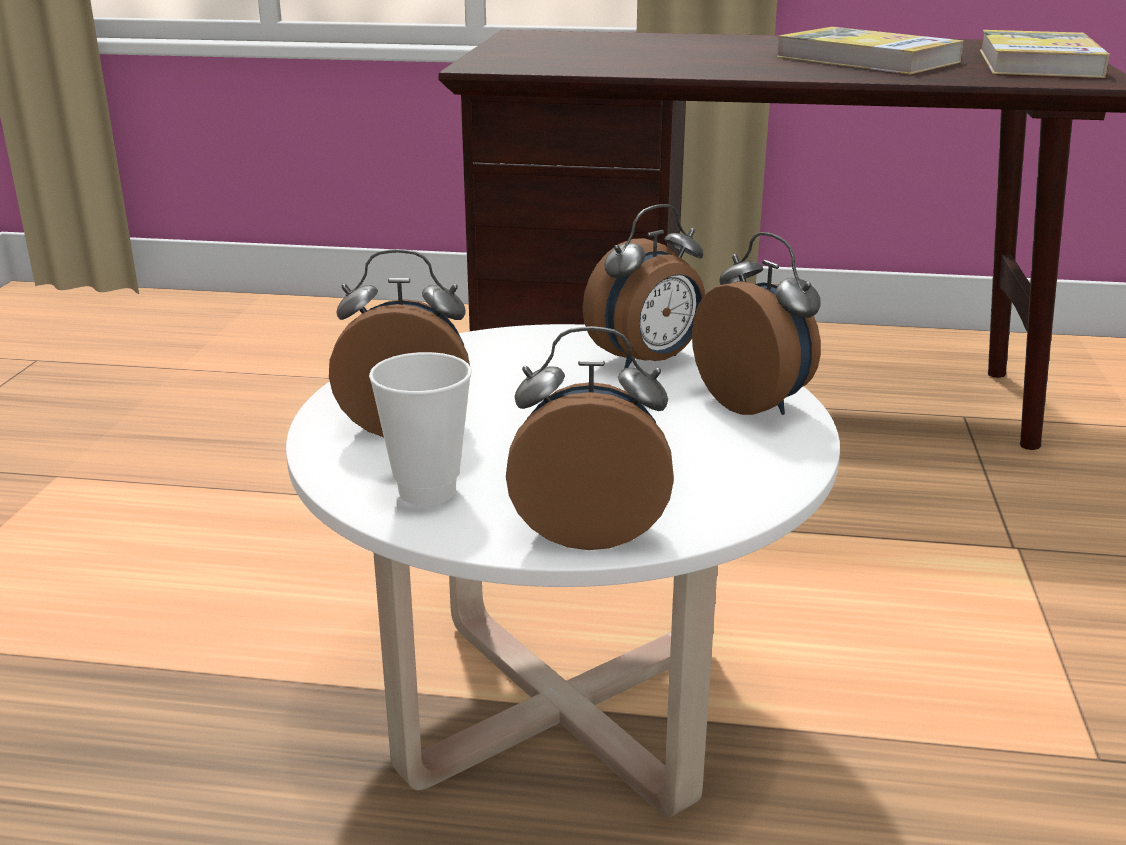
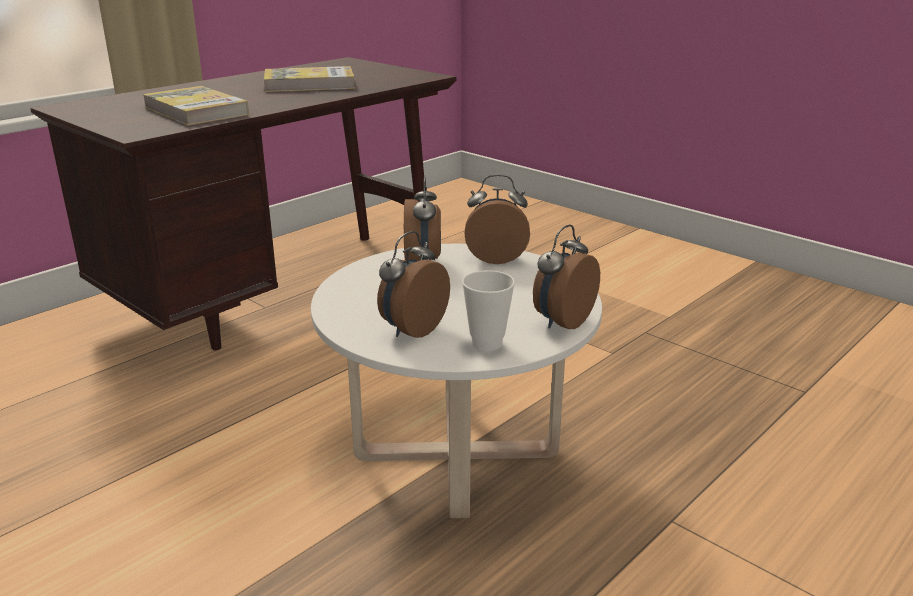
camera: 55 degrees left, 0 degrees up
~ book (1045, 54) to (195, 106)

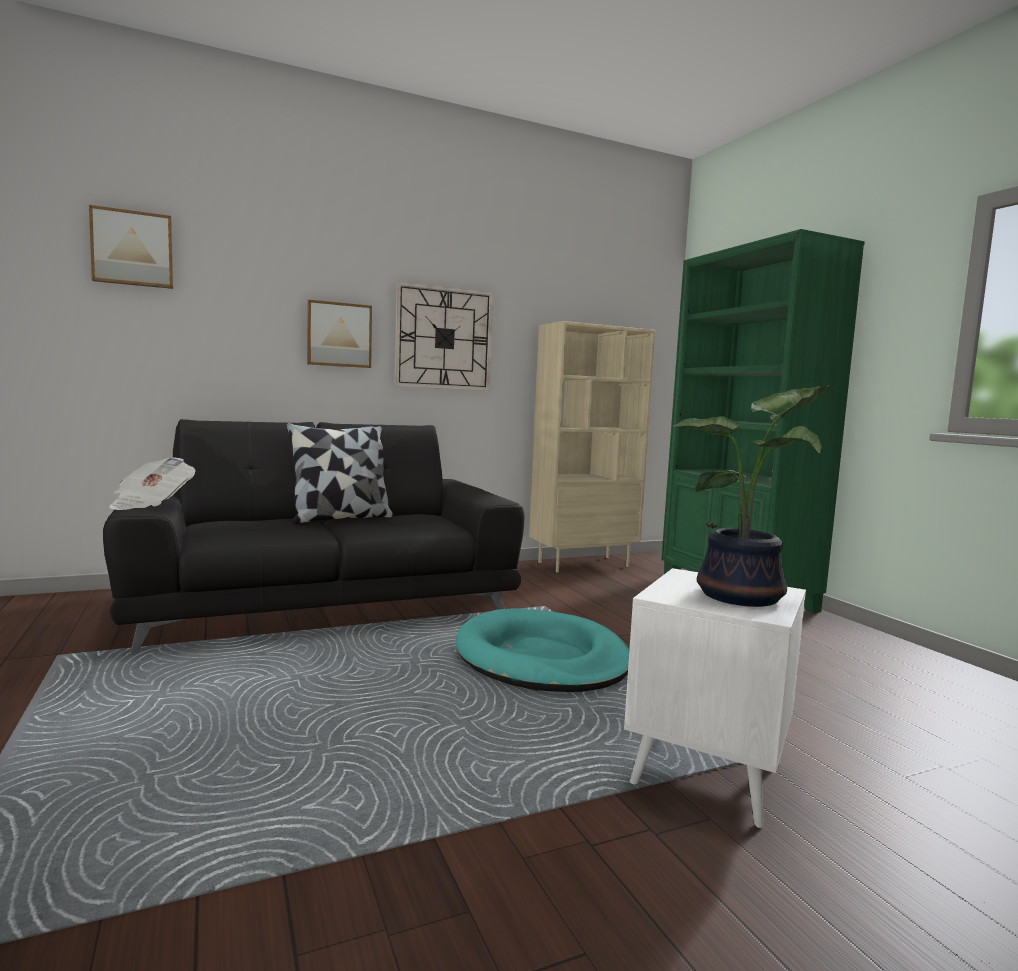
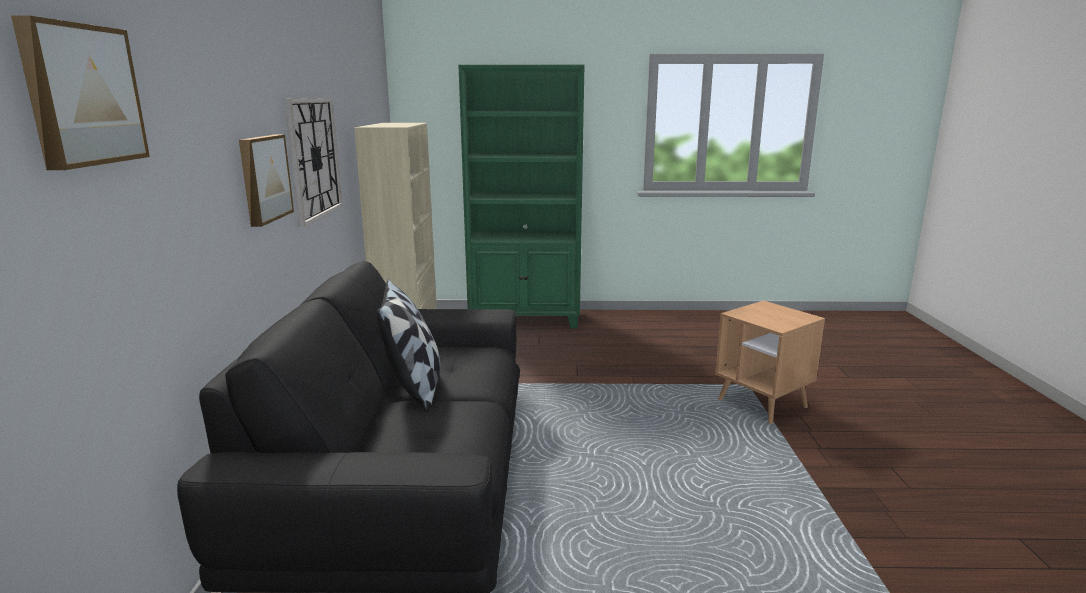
camera: 65 degrees left, 10 degrees up
- newspaper (152, 483)
- turquoise dog bed (542, 650)
- potted plant (753, 496)
~ white side table (715, 698) to brown side table (770, 362)

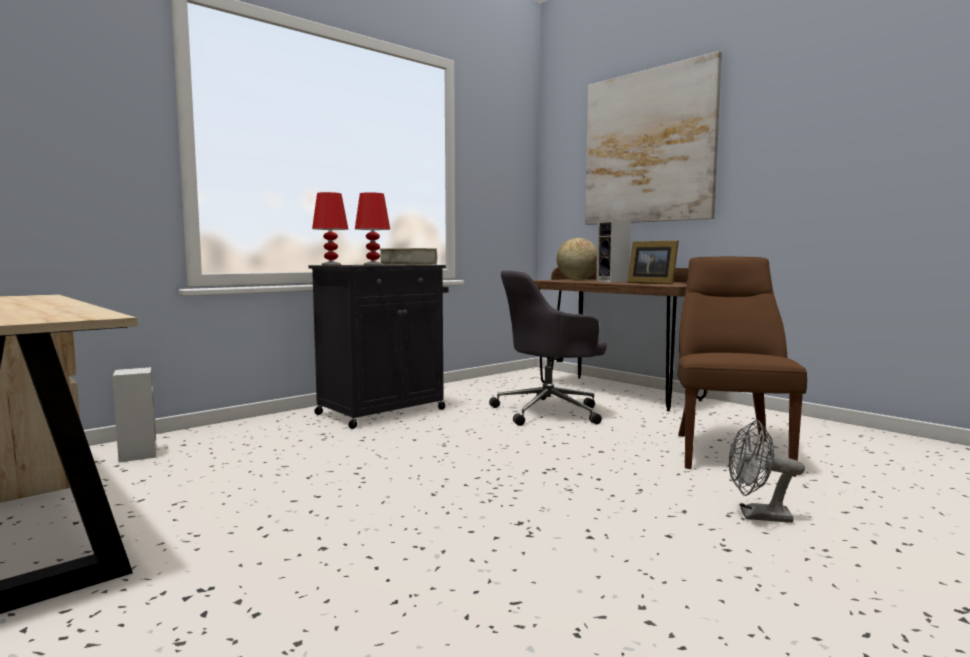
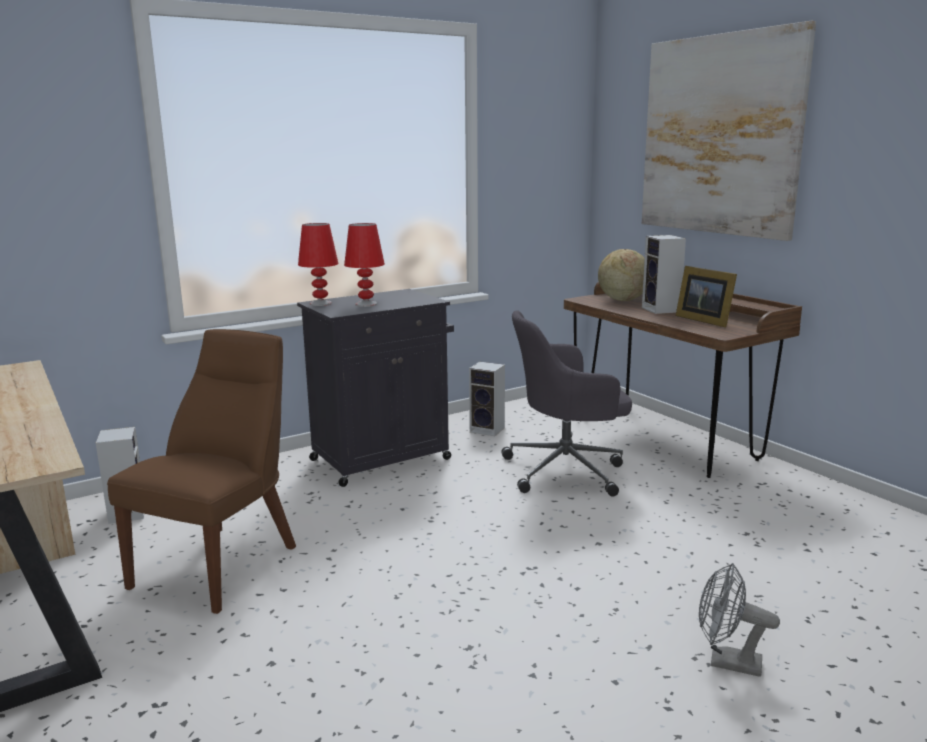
camera: 10 degrees right, 10 degrees up
- book (407, 256)
+ speaker (487, 399)
~ brown chair (742, 367) to (201, 471)

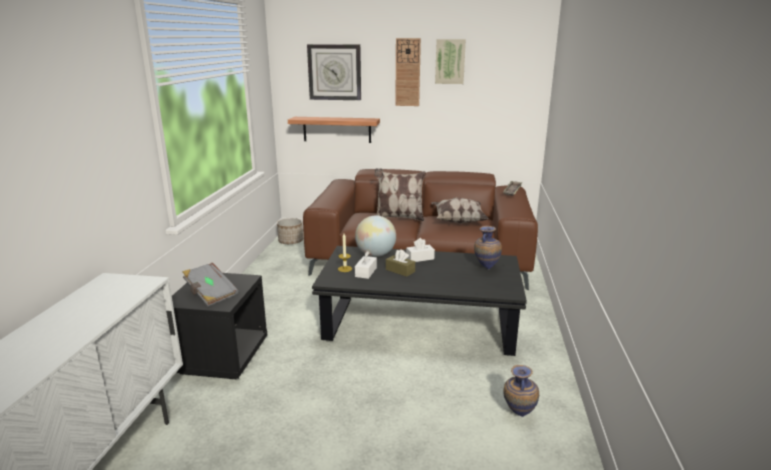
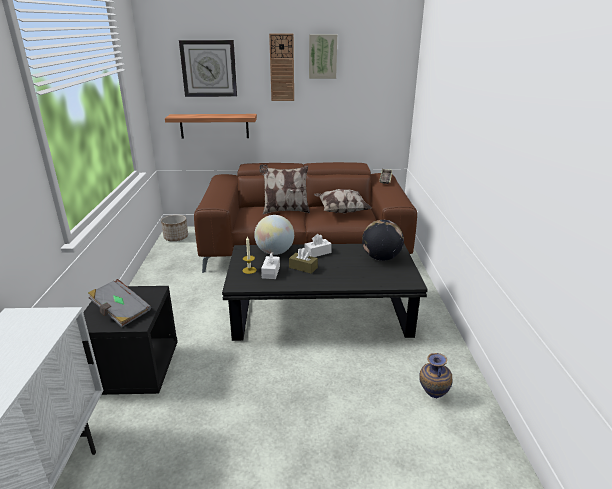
camera: 10 degrees left, 5 degrees up
~ vase (488, 248) to globe (383, 240)

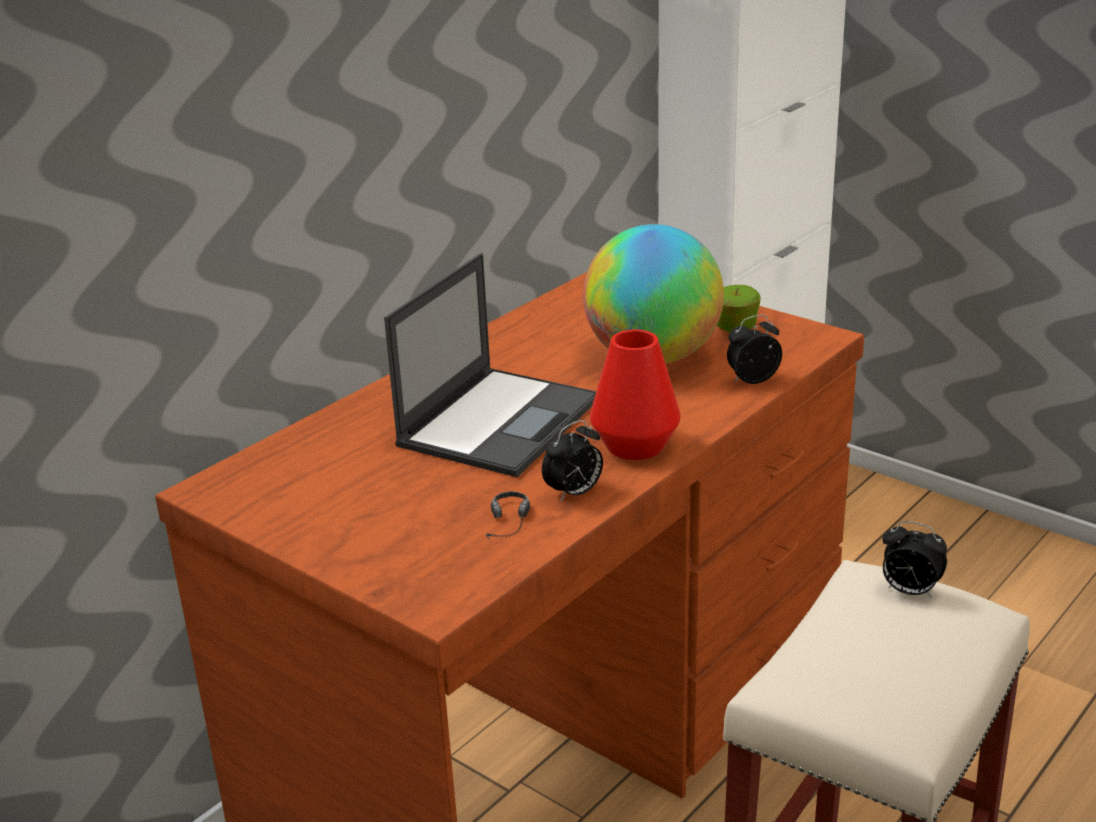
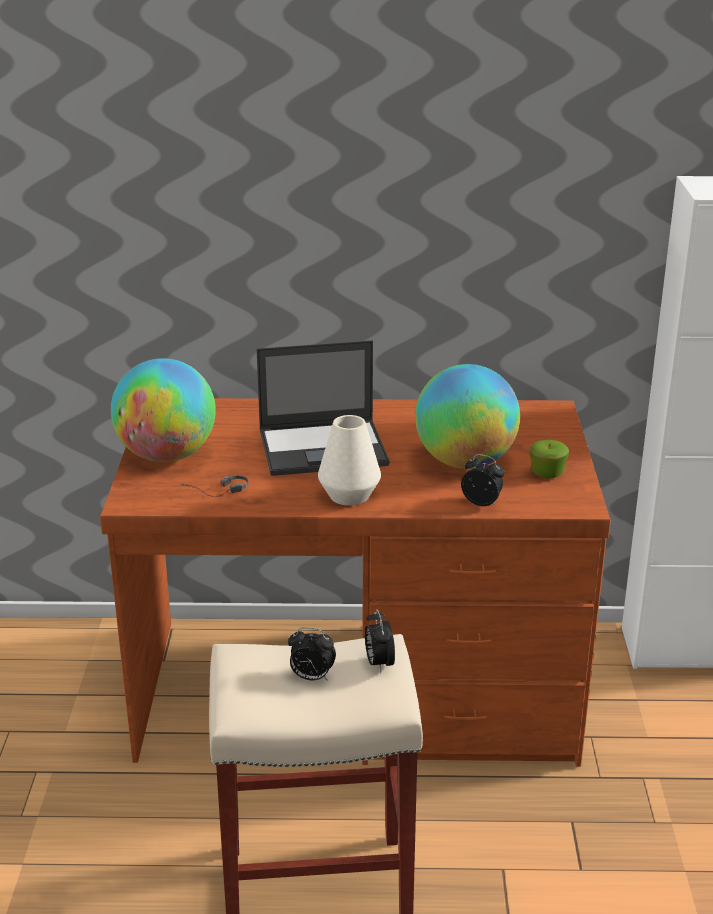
camera: 50 degrees right, 0 degrees up
+ globe (163, 410)
~ alarm clock (572, 461) to (312, 654)
~ red vase (635, 394) to white vase (349, 460)

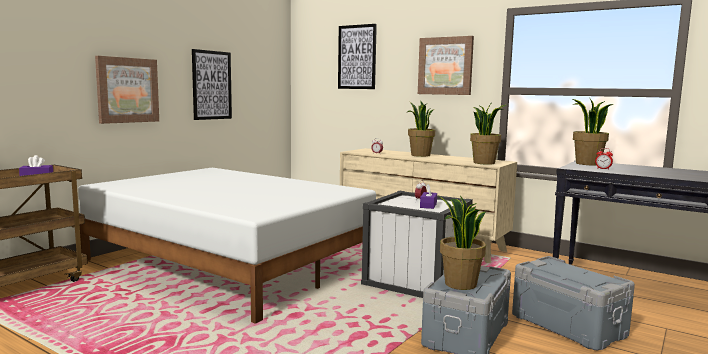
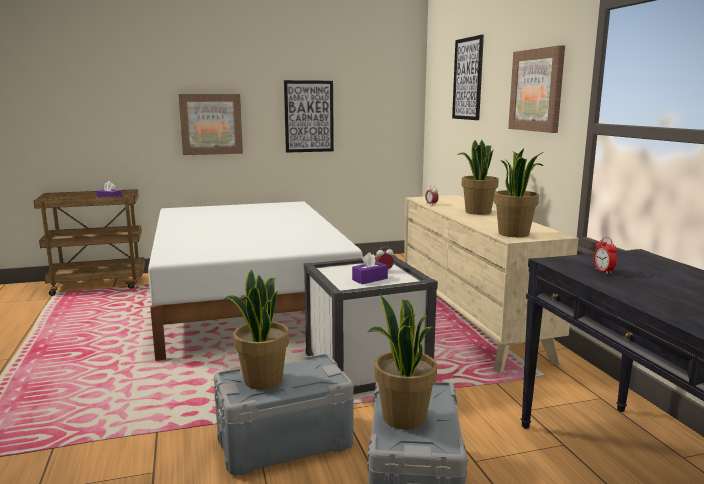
camera: 40 degrees right, 5 degrees up
~ potted plant (593, 132) to (402, 362)

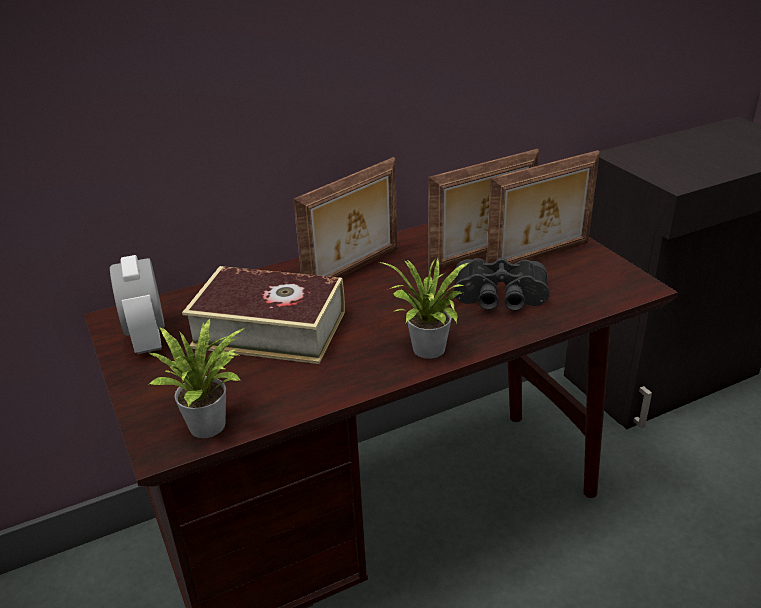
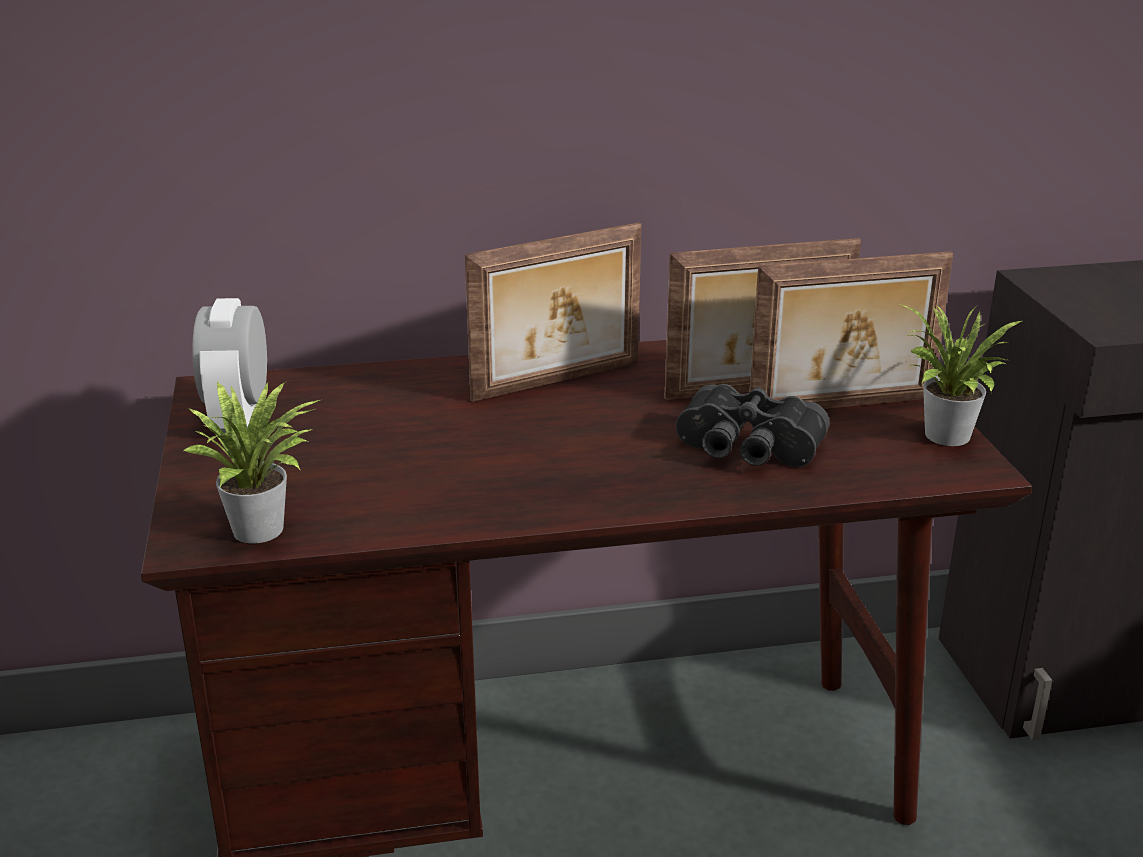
camera: 15 degrees right, 5 degrees down
- book (263, 315)
~ potted plant (423, 308) to (960, 375)

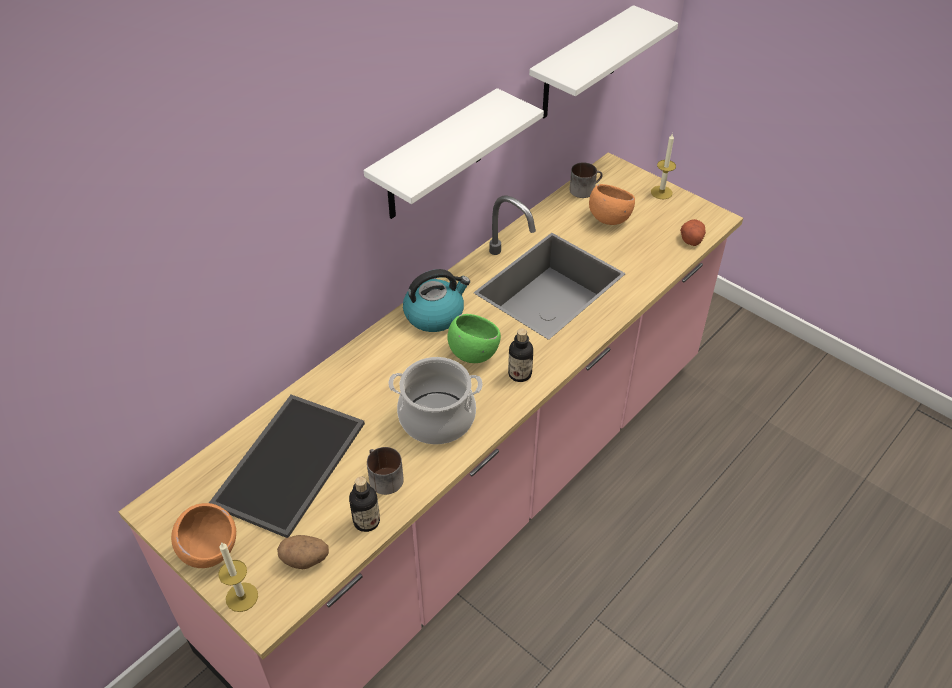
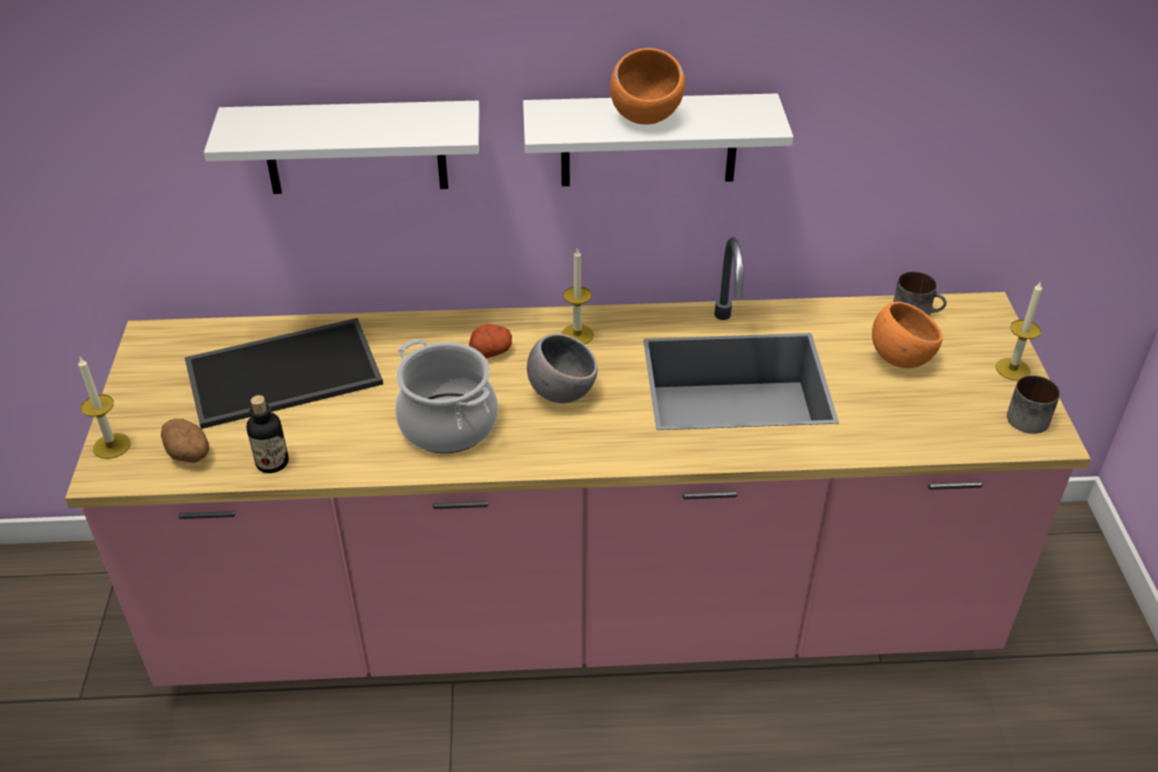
camera: 45 degrees right, 5 degrees down
- bottle (520, 355)
~ orange bowl (203, 535) to (647, 86)
~ mug (385, 471) to (1033, 404)
~ white shelf (603, 61) to (342, 147)
~ potato (693, 232) to (490, 341)
~ kettle (436, 300) to candle (577, 295)
~ green bowl (474, 338) to grey bowl (562, 368)

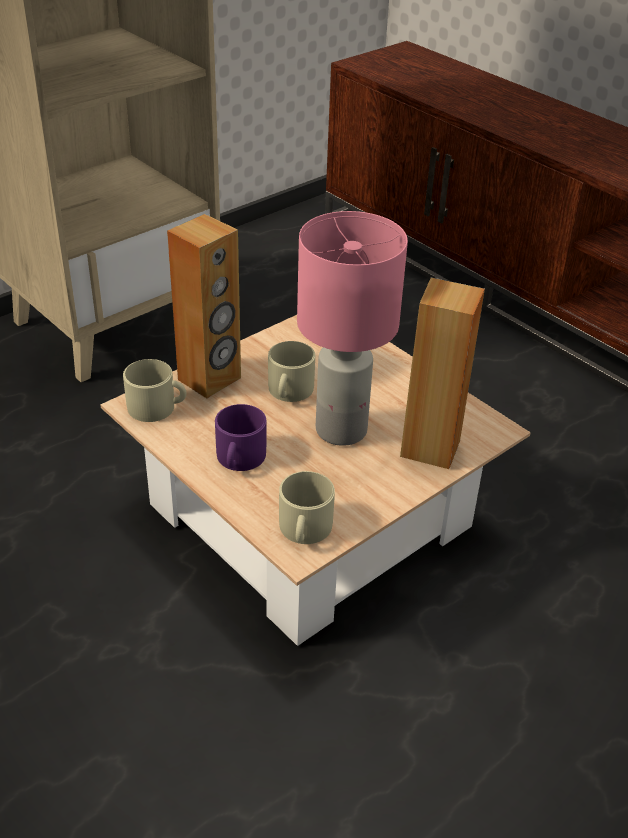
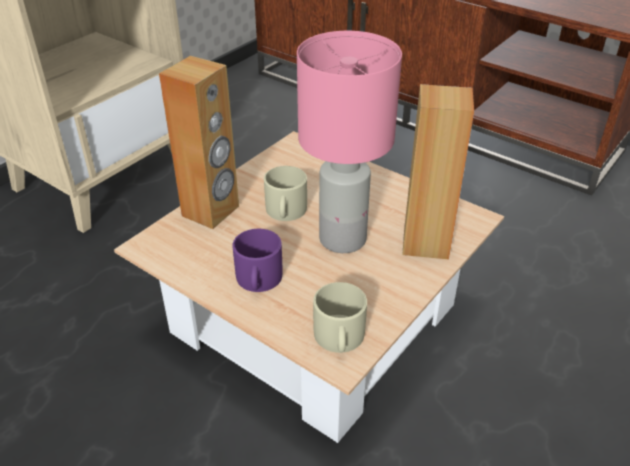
camera: 10 degrees left, 0 degrees up
- beige mug (155, 390)

